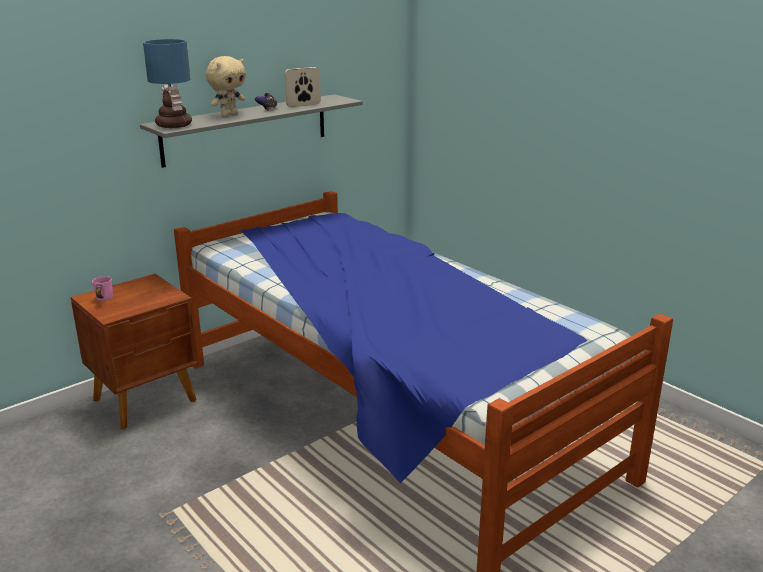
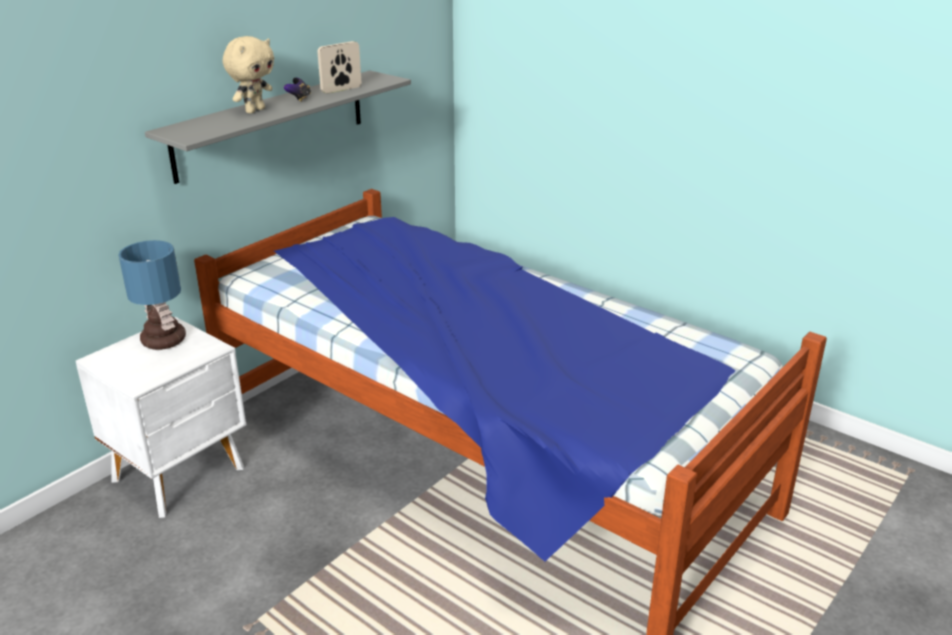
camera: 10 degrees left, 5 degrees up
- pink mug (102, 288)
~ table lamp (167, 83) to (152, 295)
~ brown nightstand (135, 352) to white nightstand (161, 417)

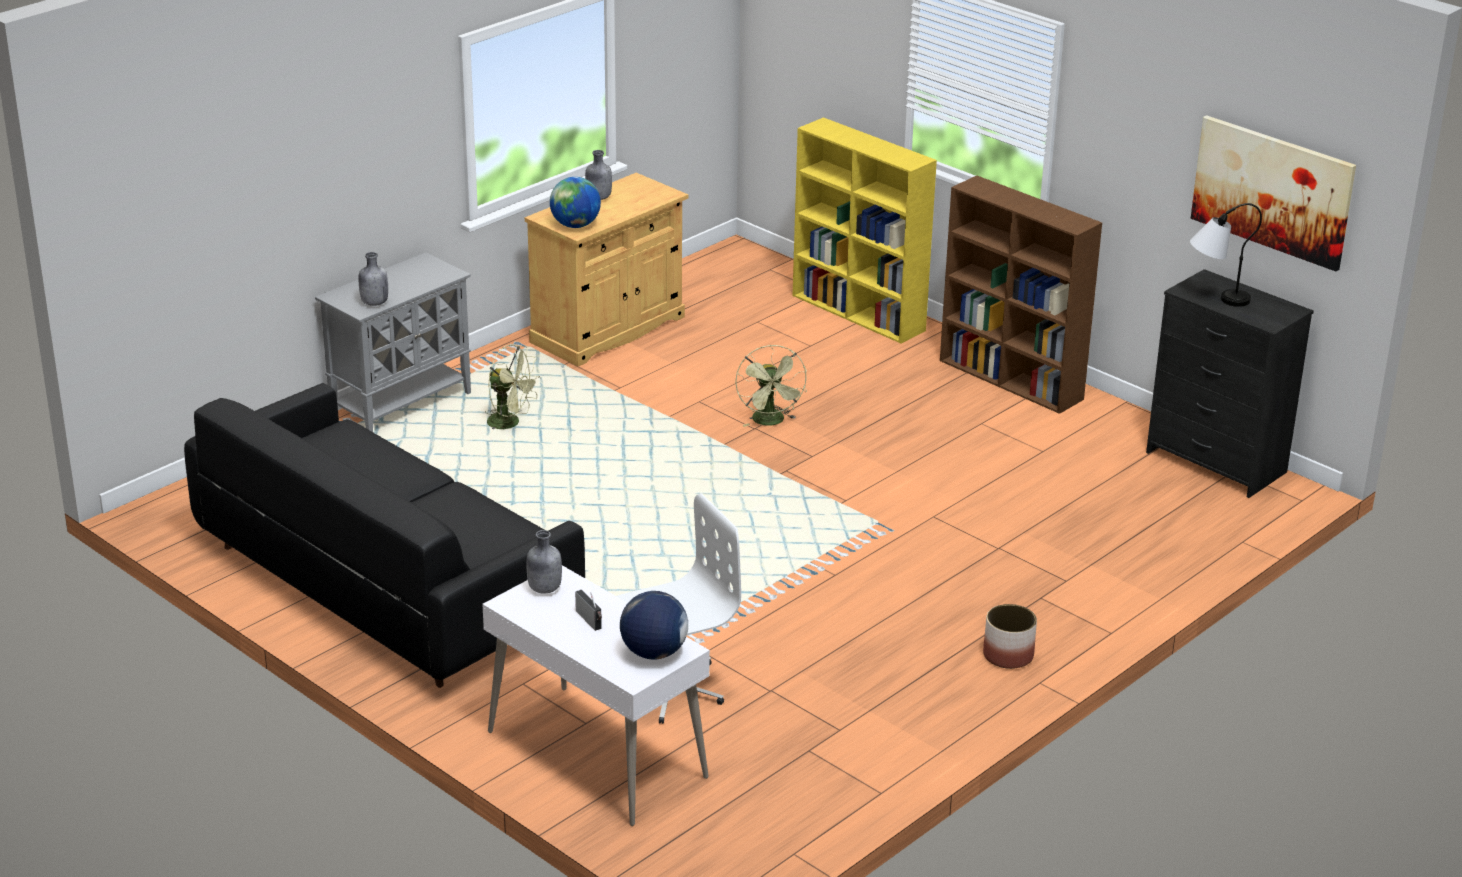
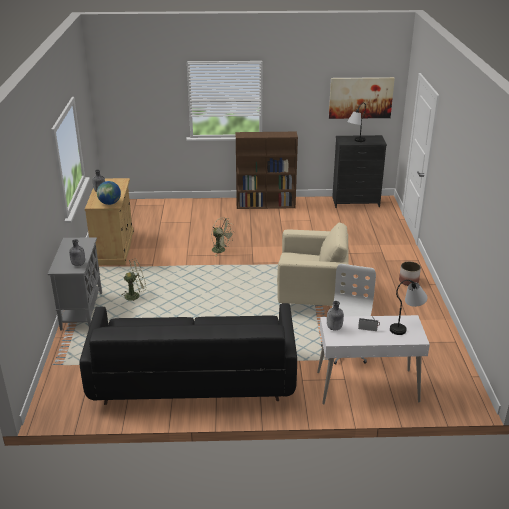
camera: 45 degrees left, 0 degrees up
- yellow bookcase (864, 230)
+ beige armchair (313, 264)
~ globe (654, 625) to table lamp (409, 307)

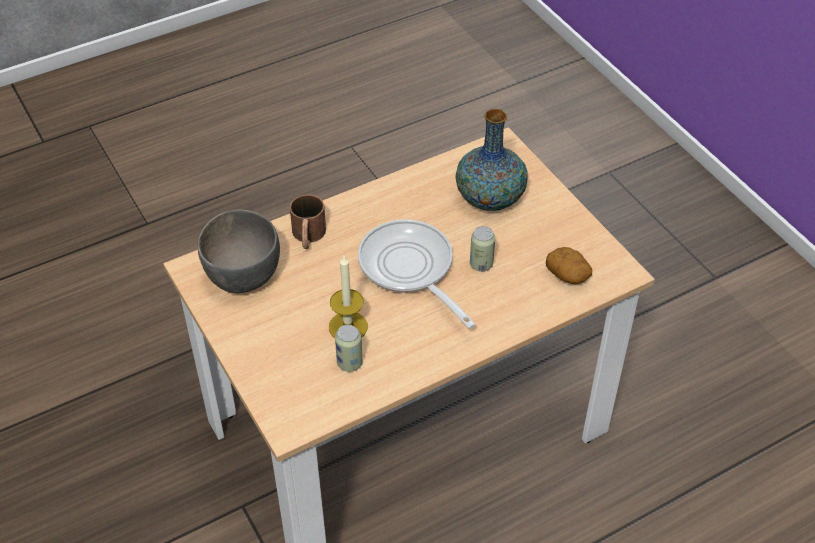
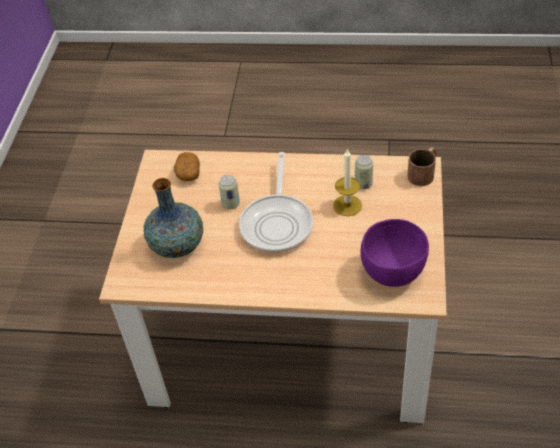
camera: 140 degrees left, 0 degrees up
~ brown mug (308, 222) to (421, 166)
~ grey bowl (239, 251) to purple bowl (394, 253)

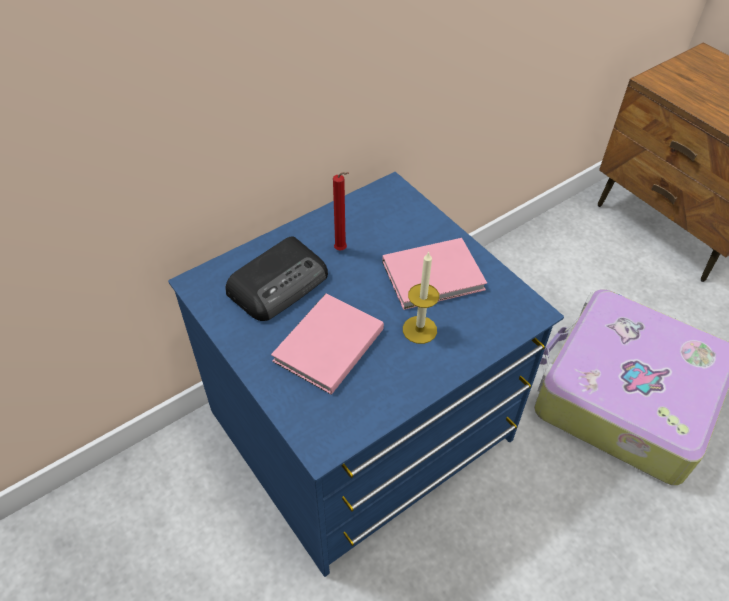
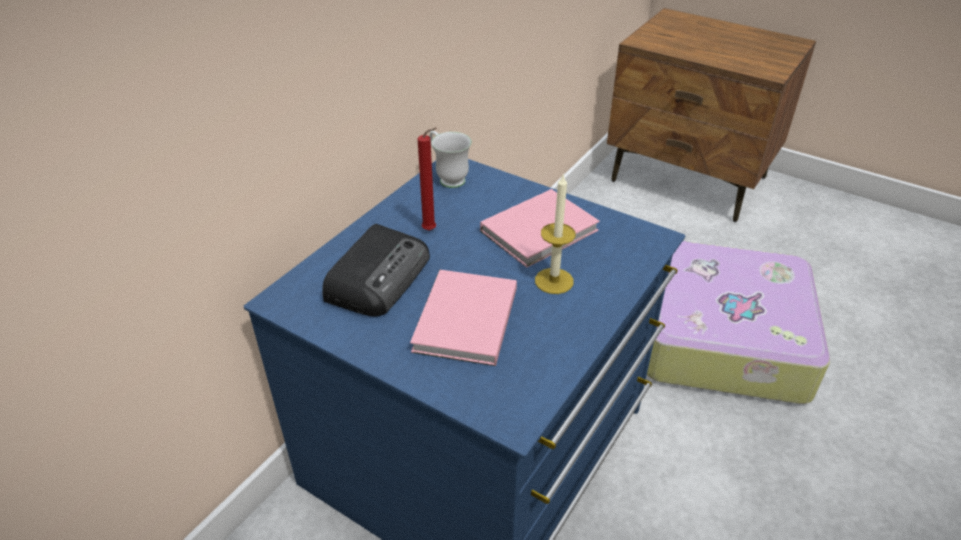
camera: 20 degrees left, 10 degrees down
+ white mug (450, 159)

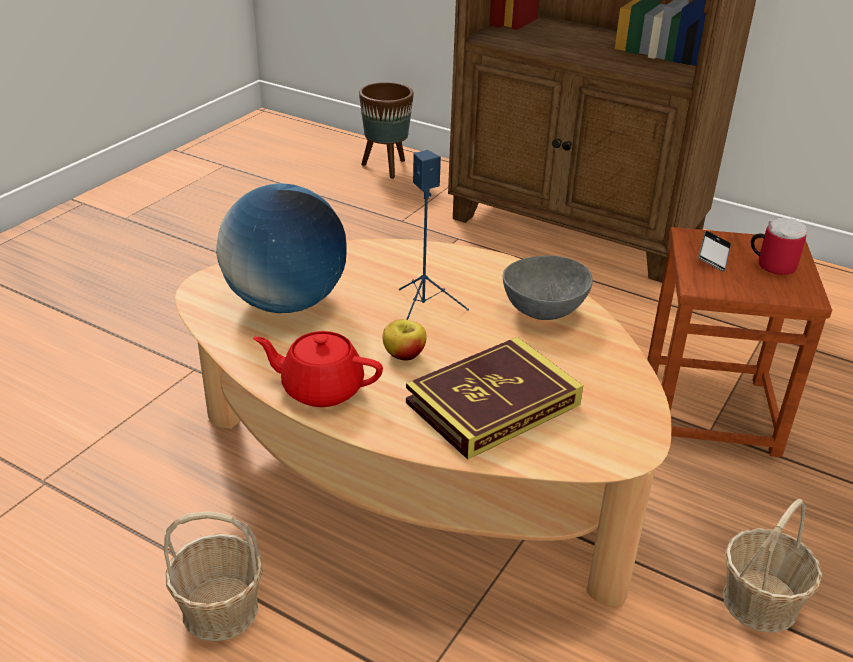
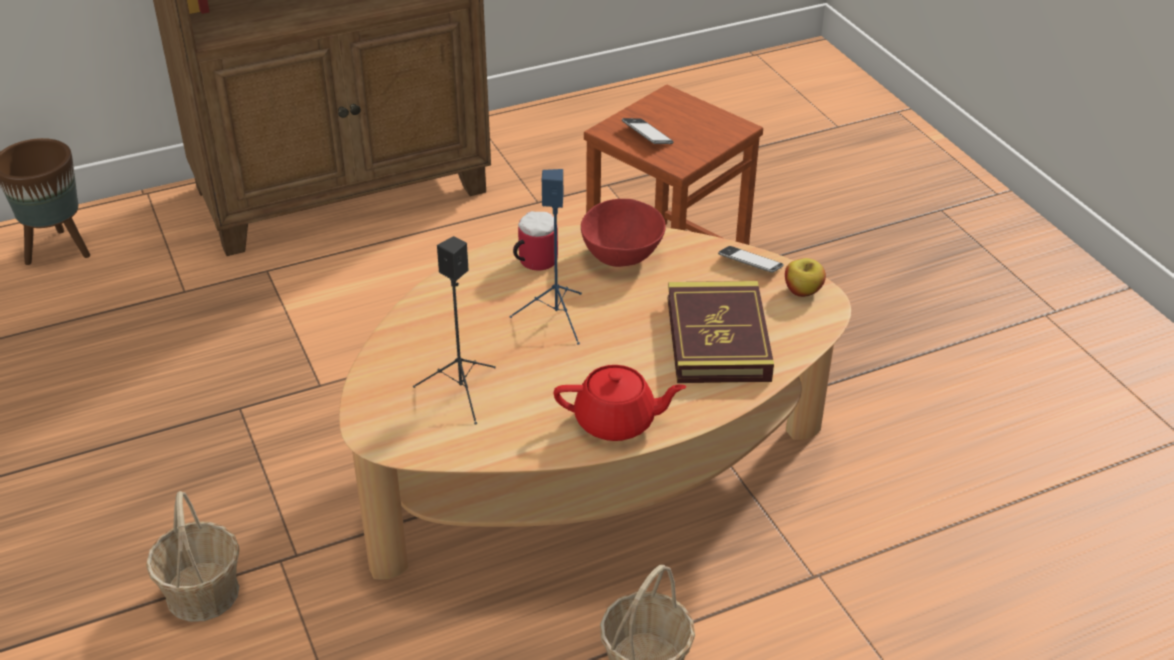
camera: 55 degrees left, 5 degrees up
+ phone (750, 259)
~ apple (404, 340) to (805, 277)
~ basket (773, 566) to (193, 556)
~ mug (779, 246) to (535, 240)
~ globe (281, 248) to black speaker (454, 330)
~ grey bowl (548, 287) to red bowl (623, 233)
~ red teapot (318, 369) = (619, 403) 135 degrees counterclockwise

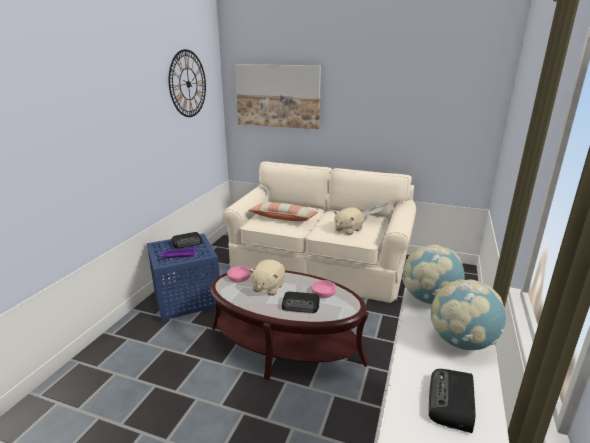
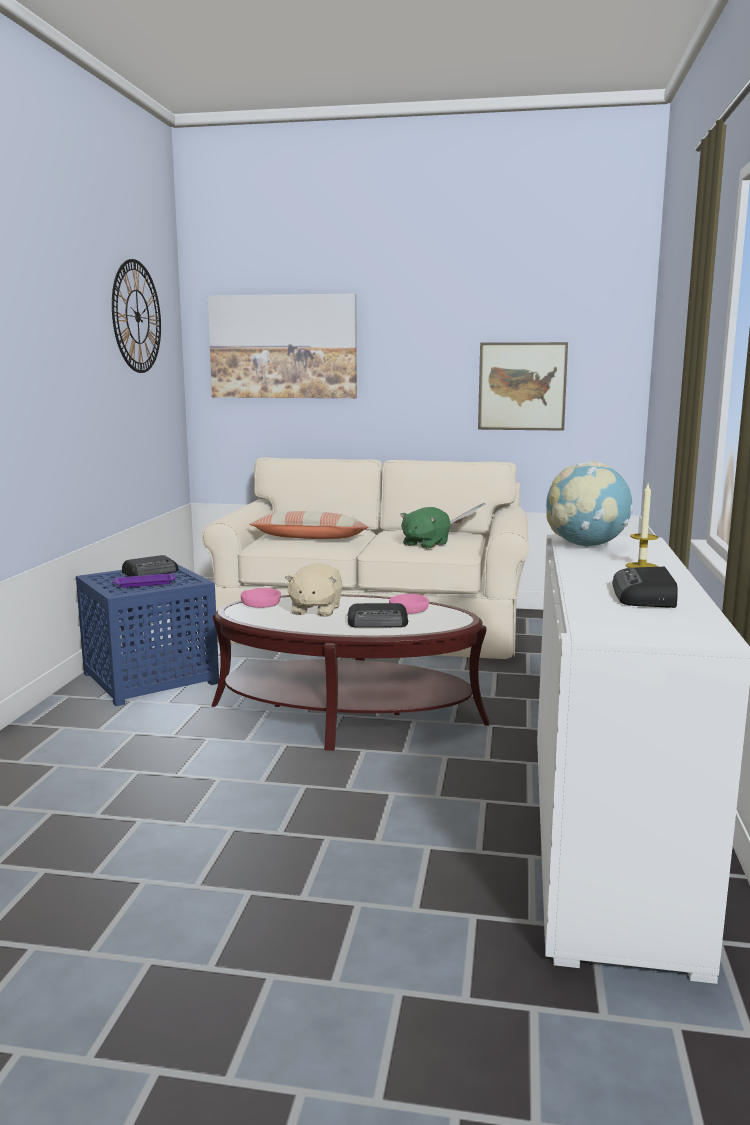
camera: 10 degrees left, 10 degrees down
+ picture (523, 386)
~ globe (468, 314) to candle (642, 526)
~ beige plush toy (349, 221) to green plush toy (425, 528)

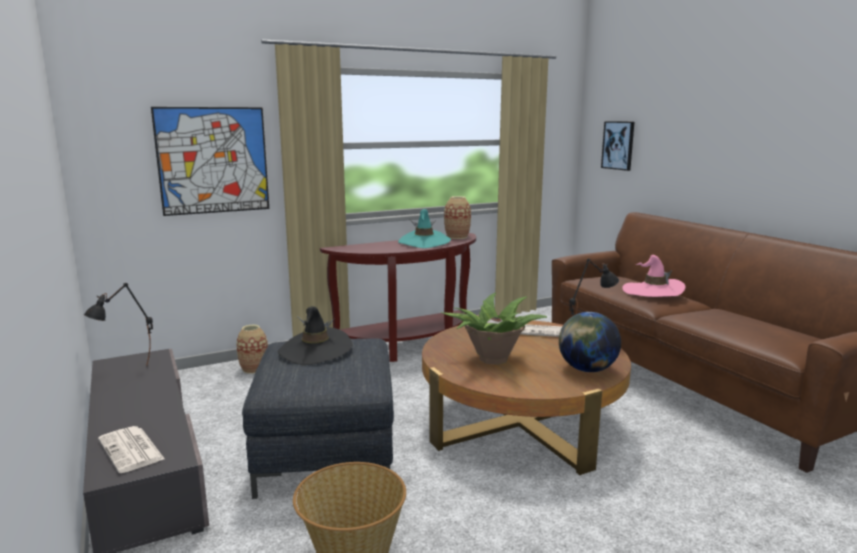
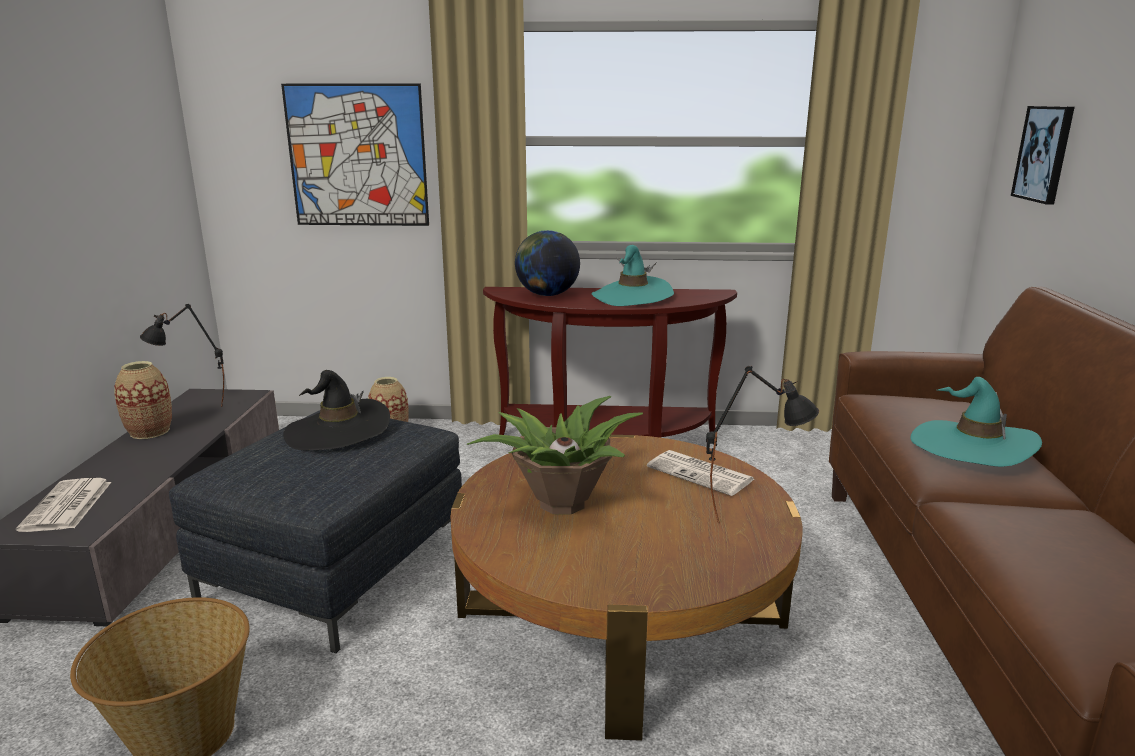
camera: 30 degrees right, 5 degrees up
~ vase (457, 217) to (143, 400)
~ globe (590, 342) to (547, 263)
~ pink hat (654, 276) to turquoise hat (976, 422)

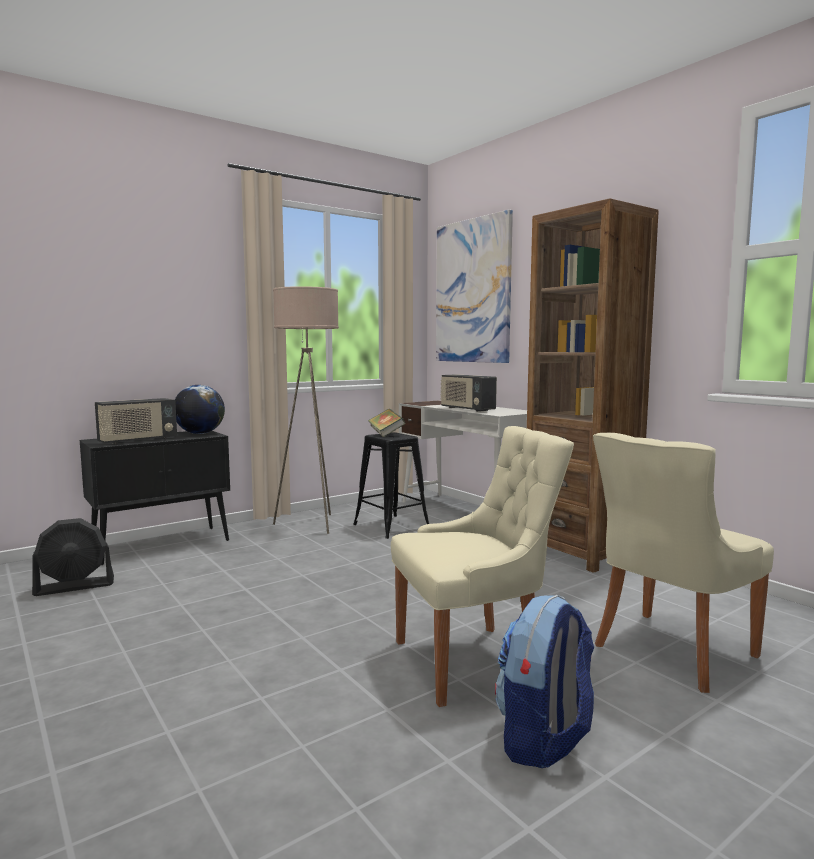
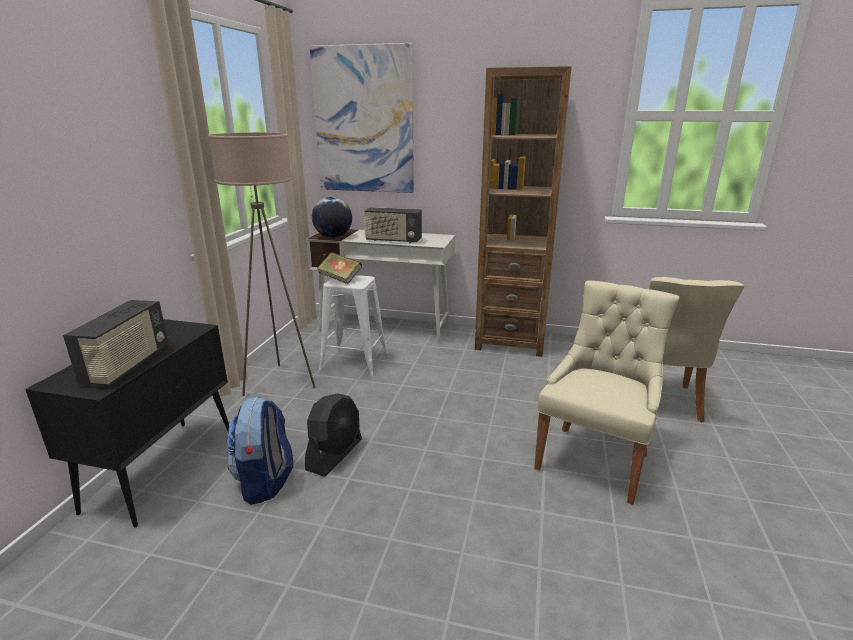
camera: 40 degrees left, 15 degrees up
~ black fan (73, 557) to (333, 435)
~ globe (200, 409) to (332, 217)
~ backpack (544, 681) to (260, 450)
~ black stool (391, 485) to white stool (353, 325)

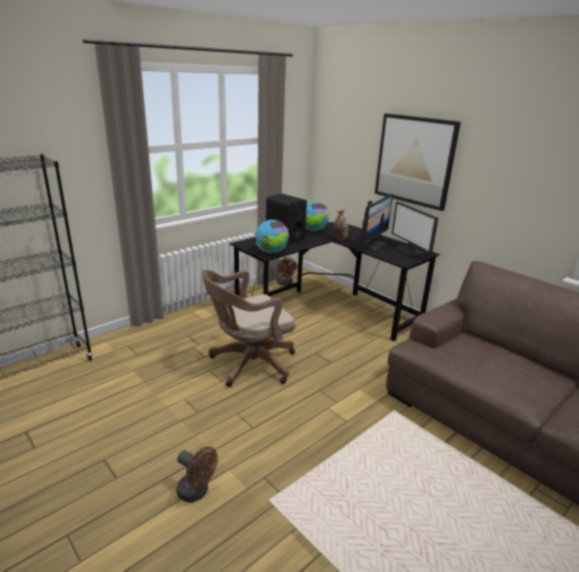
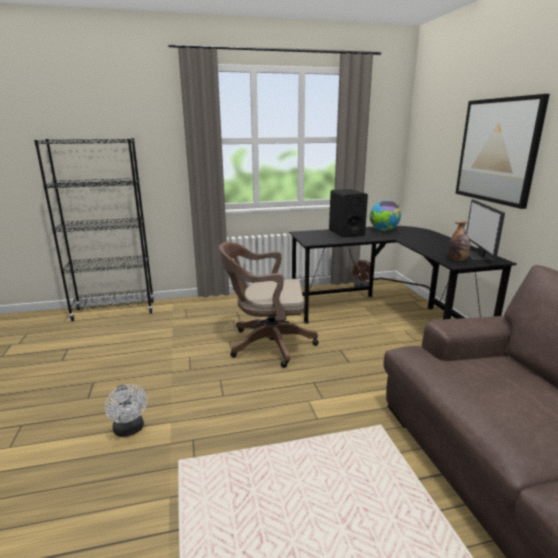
camera: 30 degrees right, 5 degrees down
- globe (272, 236)
- monitor (377, 222)
~ bottle (341, 224) to (459, 241)
~ brown fan (197, 474) to white fan (126, 411)

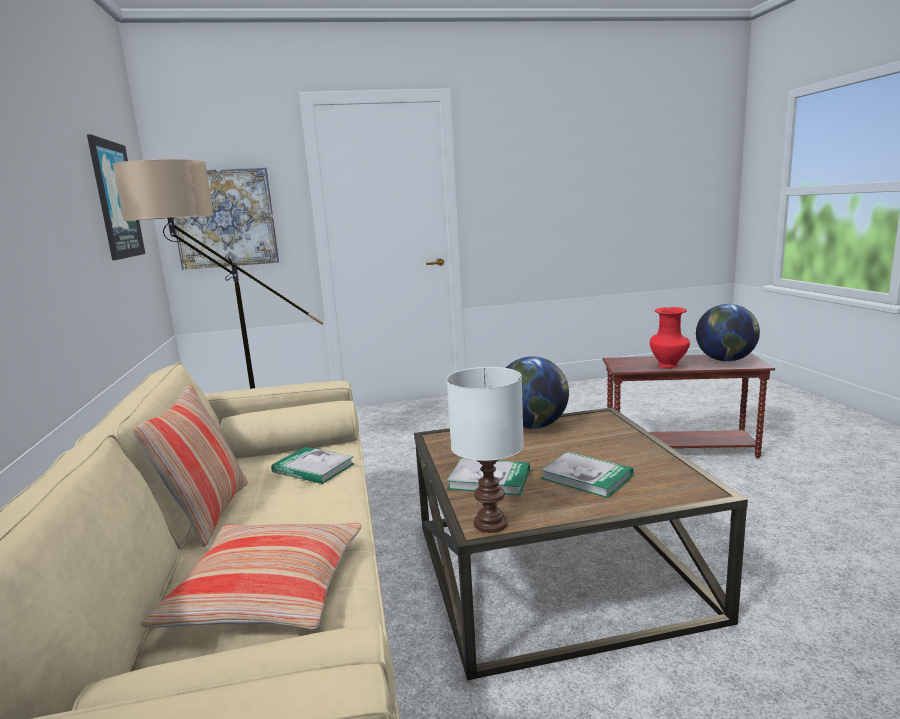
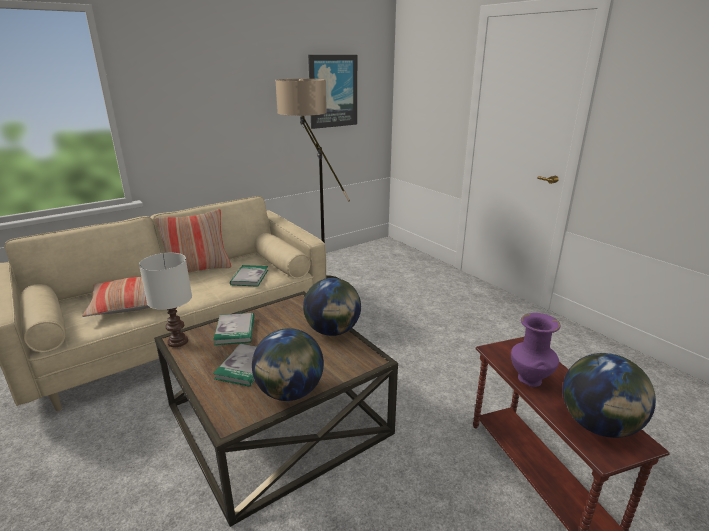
camera: 65 degrees right, 10 degrees up
- picture (226, 218)
+ globe (288, 364)
~ red vase (670, 337) to purple vase (536, 350)

